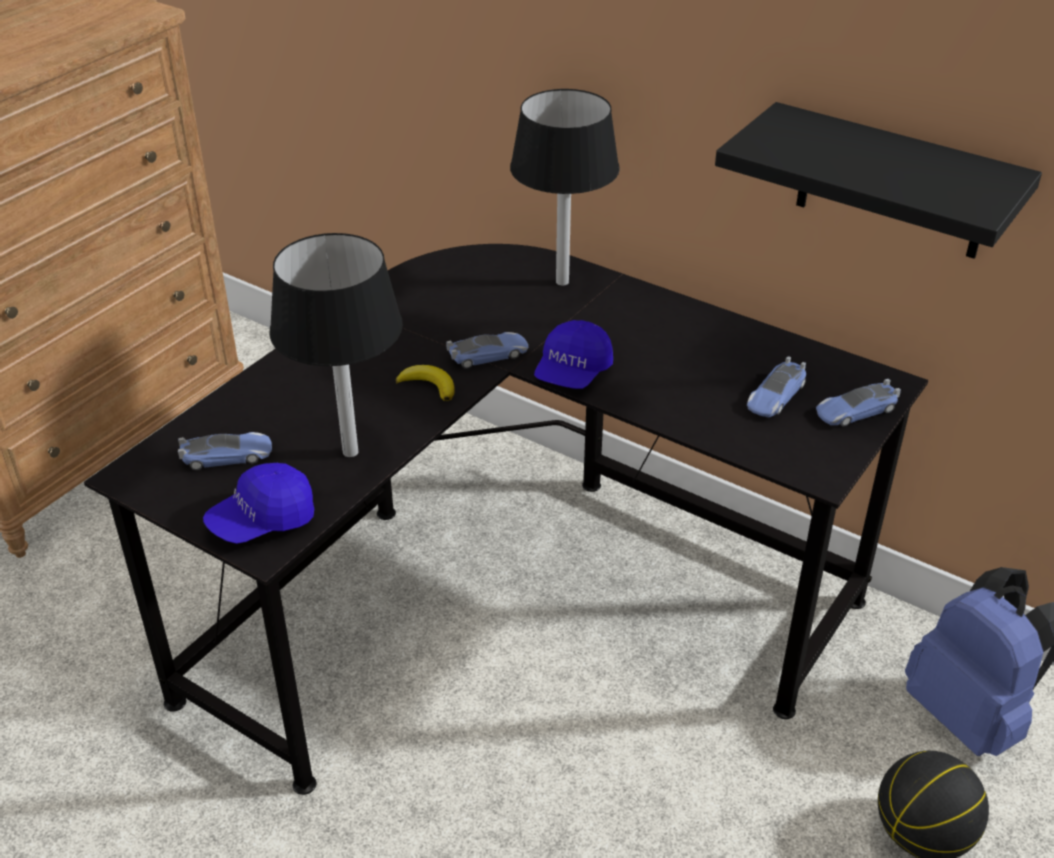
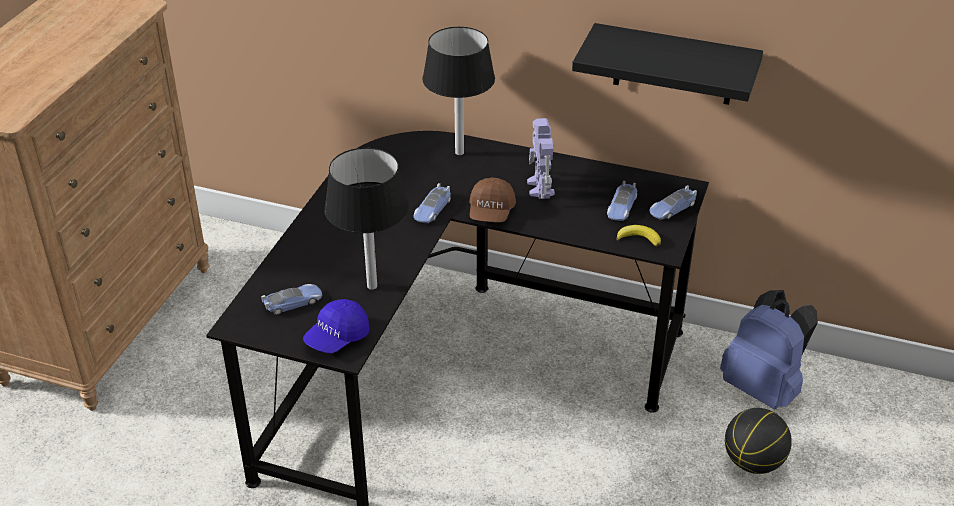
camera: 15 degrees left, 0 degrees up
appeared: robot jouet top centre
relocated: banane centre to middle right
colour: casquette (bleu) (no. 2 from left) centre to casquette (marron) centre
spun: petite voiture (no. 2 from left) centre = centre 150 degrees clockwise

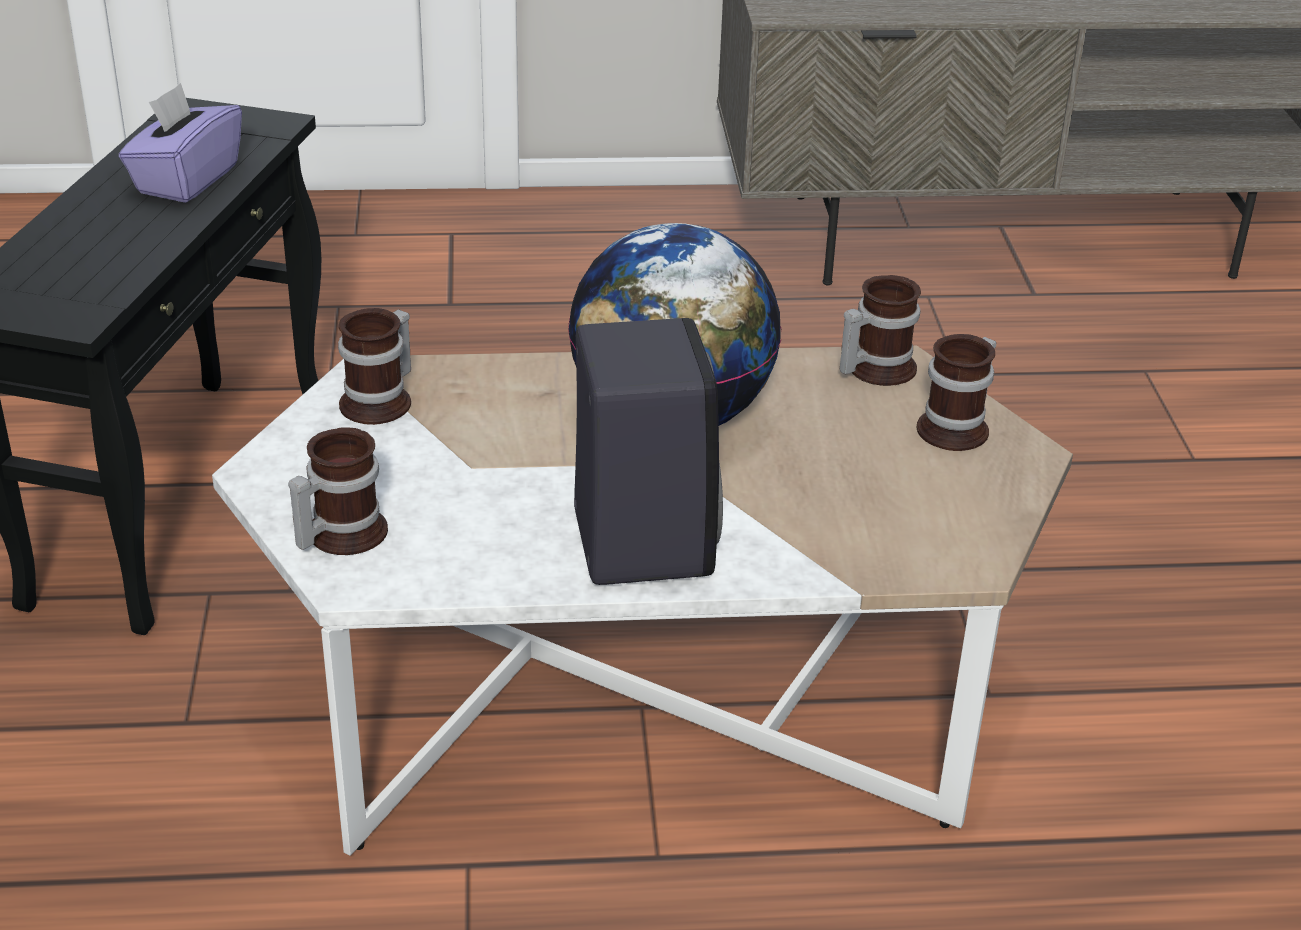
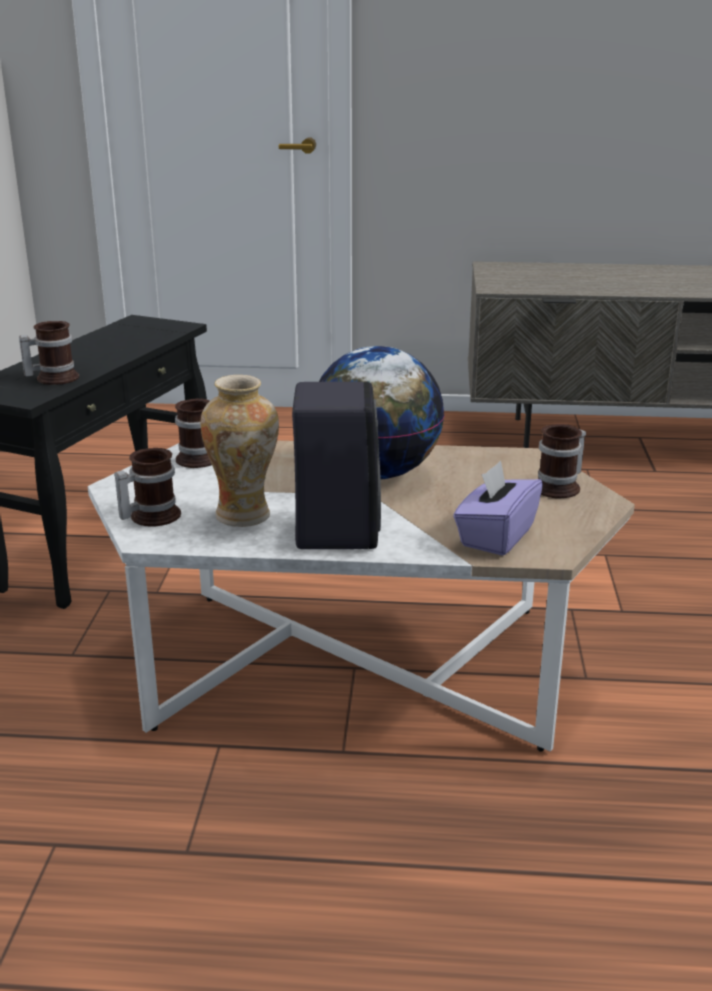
camera: 10 degrees right, 10 degrees down
appeared: vase centre
relocated: boîte à mouchoirs (violet) top left to middle right; mug (no. 3 from left in the first image) middle right to mug (no. 1 from left) middle left

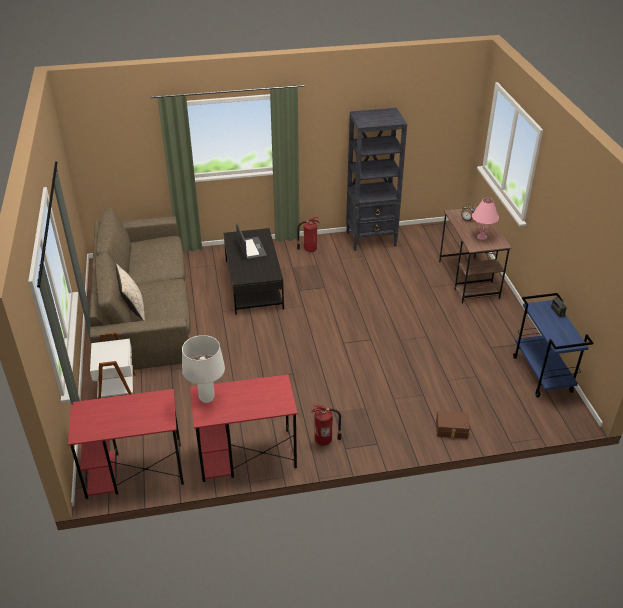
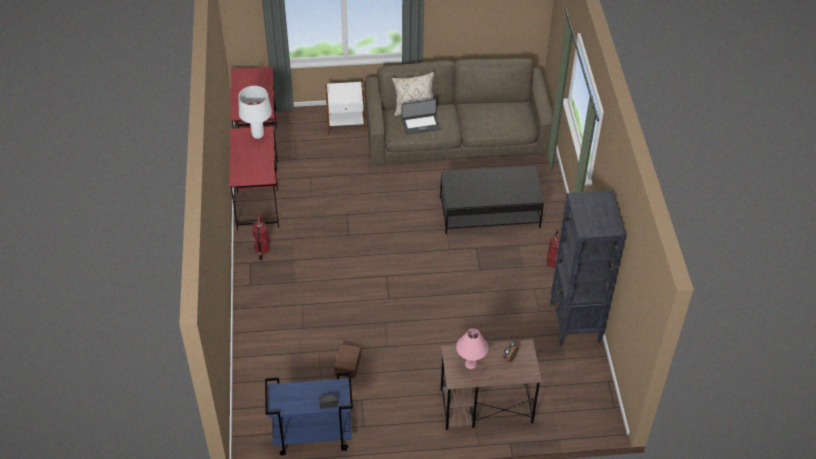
camera: 95 degrees right, 10 degrees up
relocated: ordinateur portable centre to top centre; boîte de rangement (marron) bottom right to bottom centre

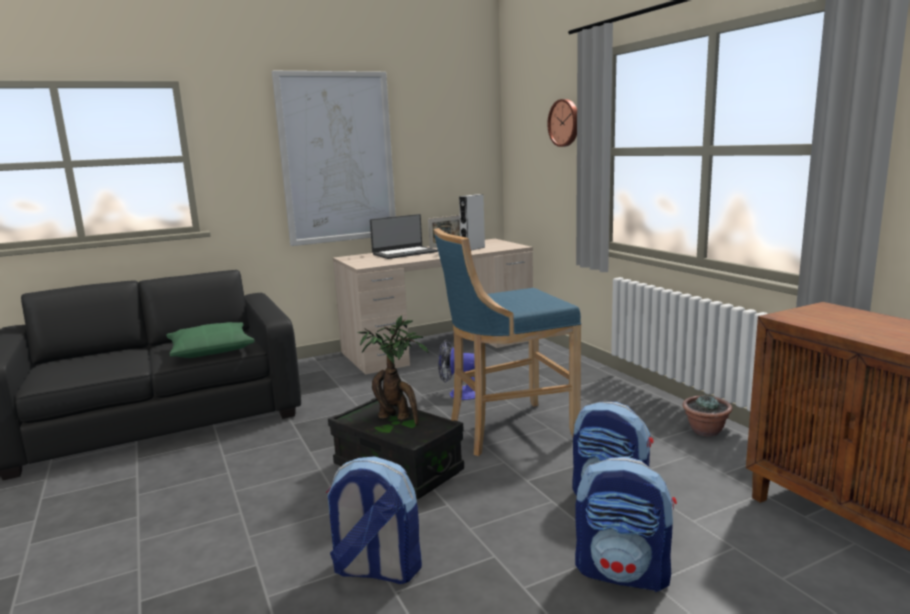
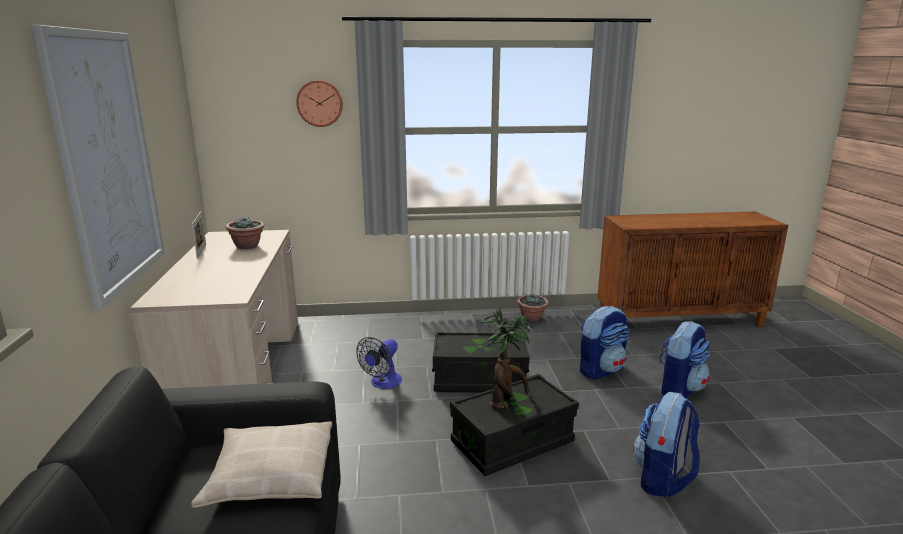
camera: 70 degrees left, 5 degrees up
missing: ordinateur portable centre
exchanged: tabouret (bleu) centre to boîte de rangement (noir) (no. 1 from left) bottom centre; enceinte (gris) centre to plante en pot (no. 1 from left) middle left
colour: coussin (vert) middle left to coussin (beige) bottom left

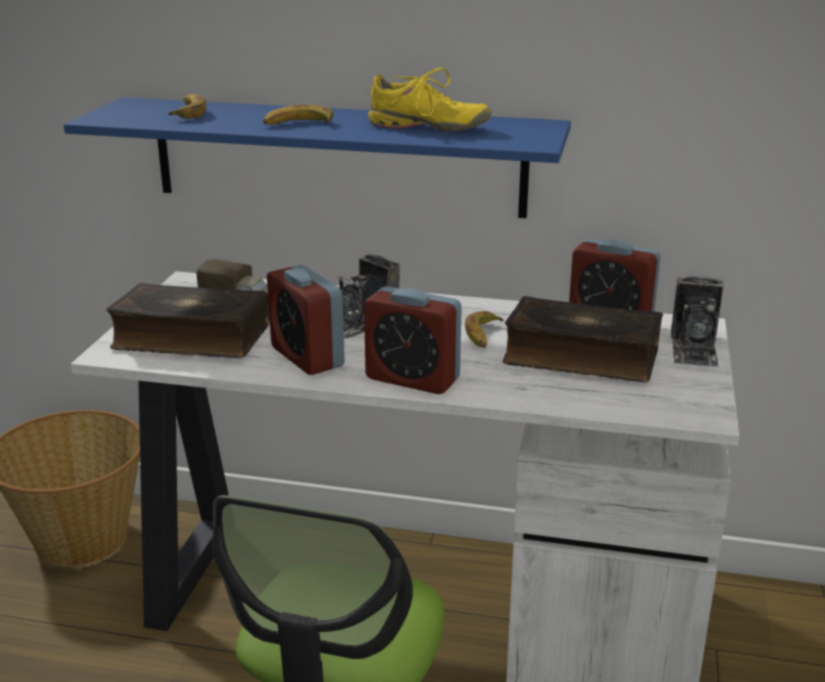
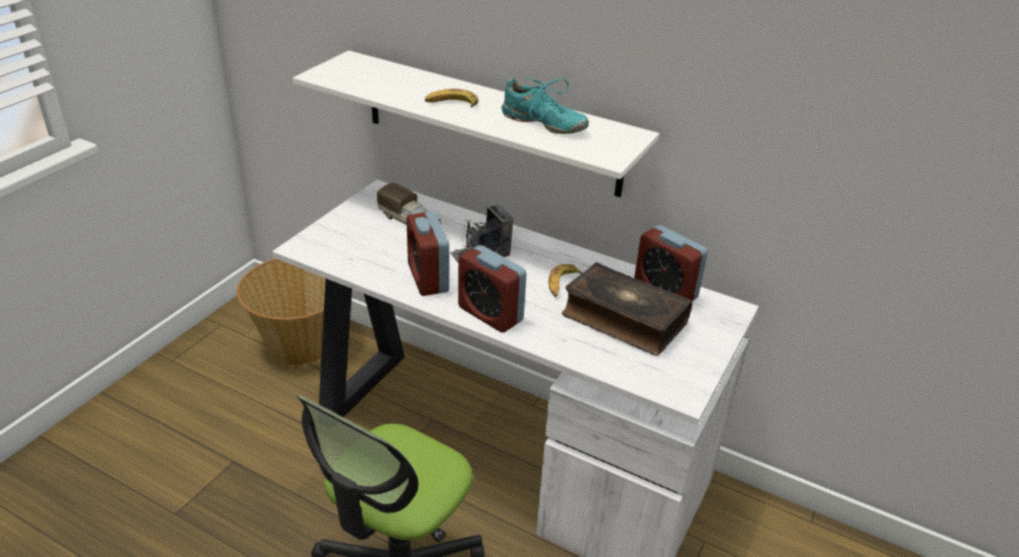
camera: 15 degrees right, 10 degrees up
missing: livre (no. 1 from left) middle left; banane (no. 1 from left) top left; appareil photo (no. 2 from left) middle right
colour: étagère (bleu) top centre to étagère (blanc) top centre; chaussure (jaune) top centre to chaussure (turquoise) top centre

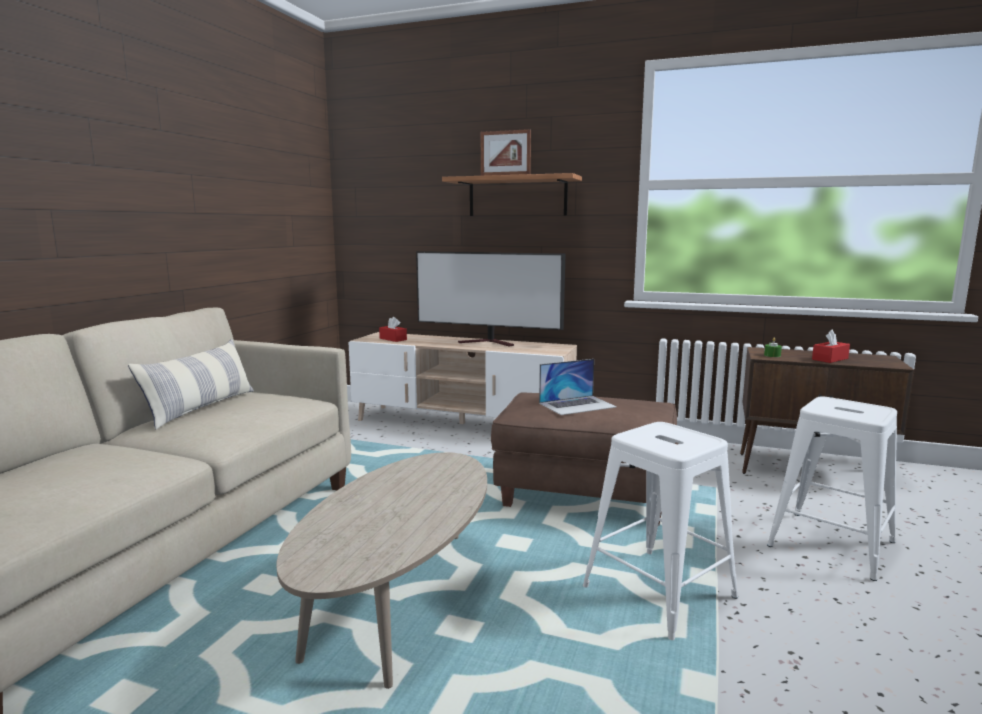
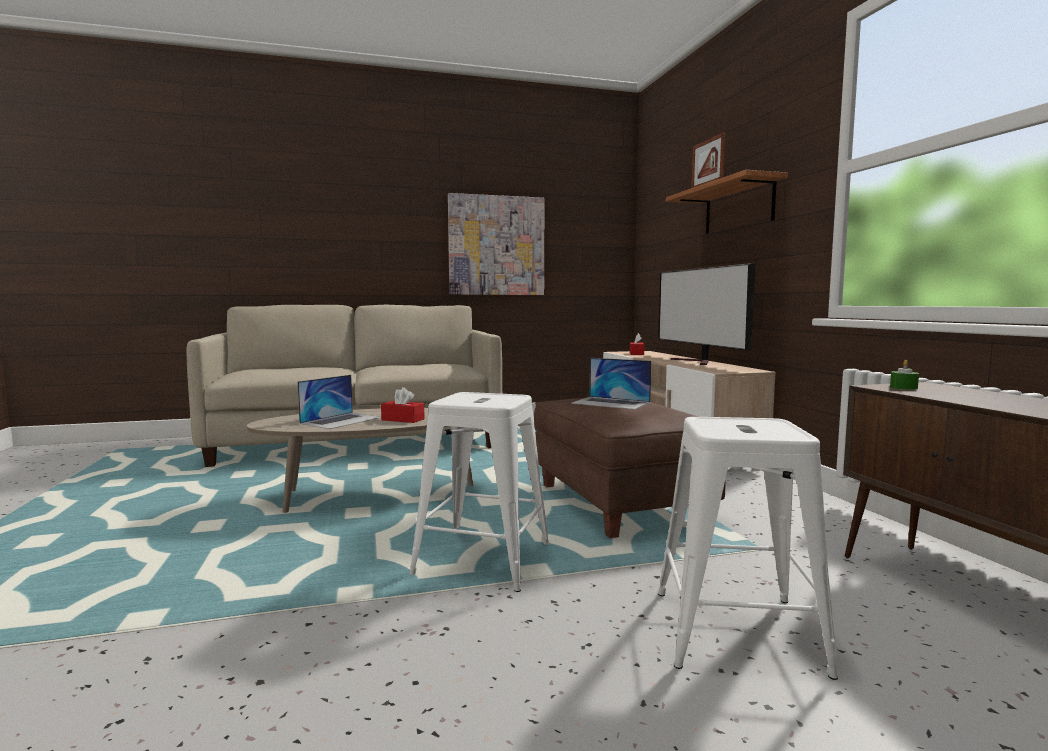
camera: 55 degrees right, 5 degrees down
missing: coussin middle left
appeared: ordinateur portable (no. 1 from left) middle left; tableau top centre
relocated: boîte à mouchoirs (rouge) (no. 2 from left in the first image) middle right to boîte à mouchoirs (rouge) (no. 1 from left) centre

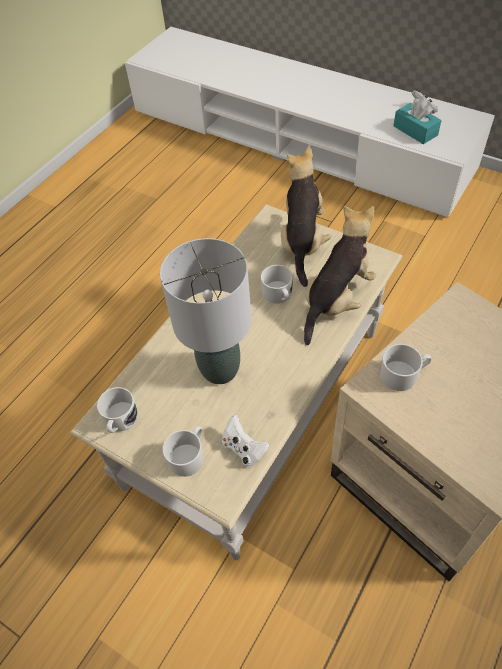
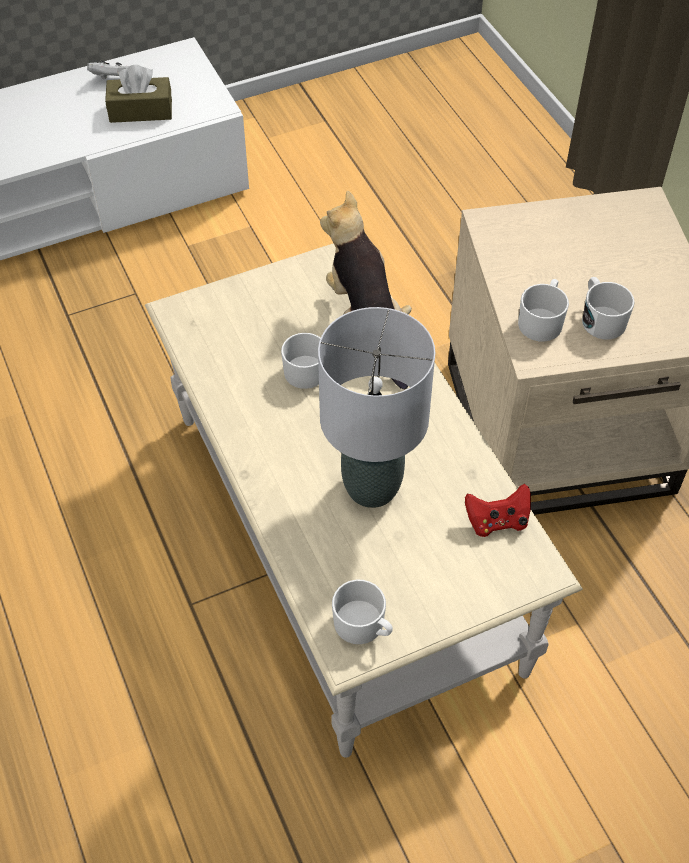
camera: 60 degrees left, 0 degrees up
missing: peluche (no. 1 from left) top centre
relocated: mug (blanc) (no. 2 from left in the first image) bottom centre to mug (blanc) (no. 4 from left) middle right
colour: manette (blanc) (no. 1 from left) centre to manette (rouge) middle right; boîte à mouchoirs (turquoise) top right to boîte à mouchoirs (marron) top left

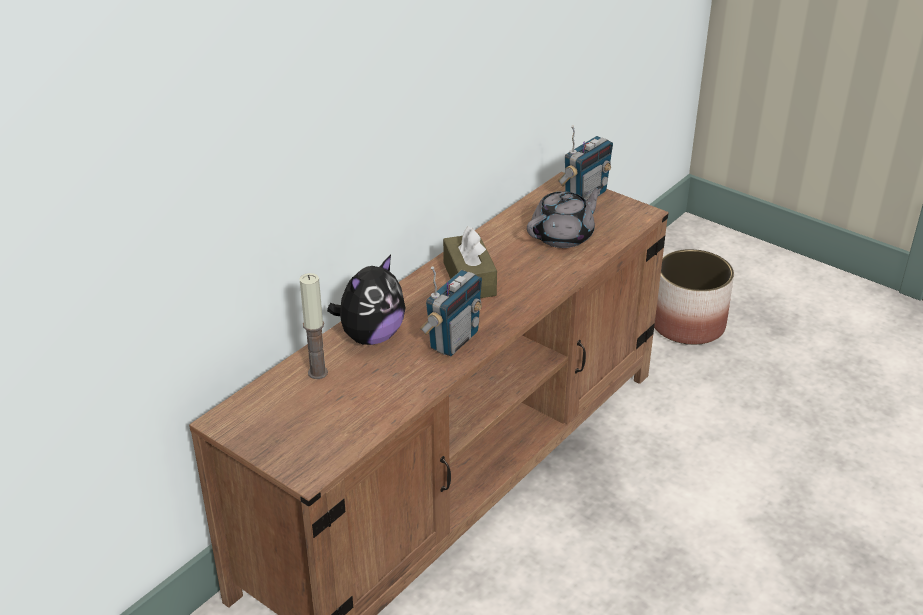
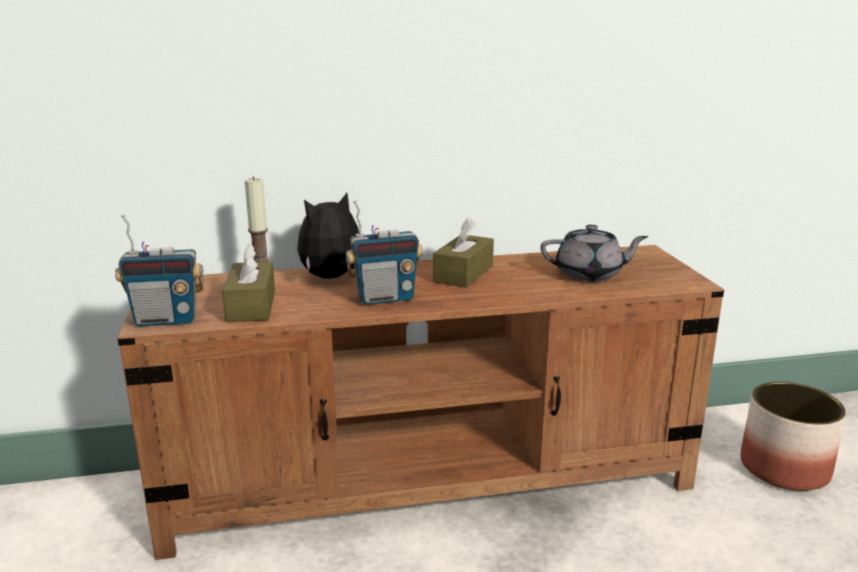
camera: 40 degrees right, 15 degrees down
appeared: boîte à mouchoirs (marron) (no. 1 from left) middle left
relocated: radio (no. 2 from left in the first image) top centre to radio (no. 1 from left) middle left
spun: peluche centre = centre 150 degrees clockwise

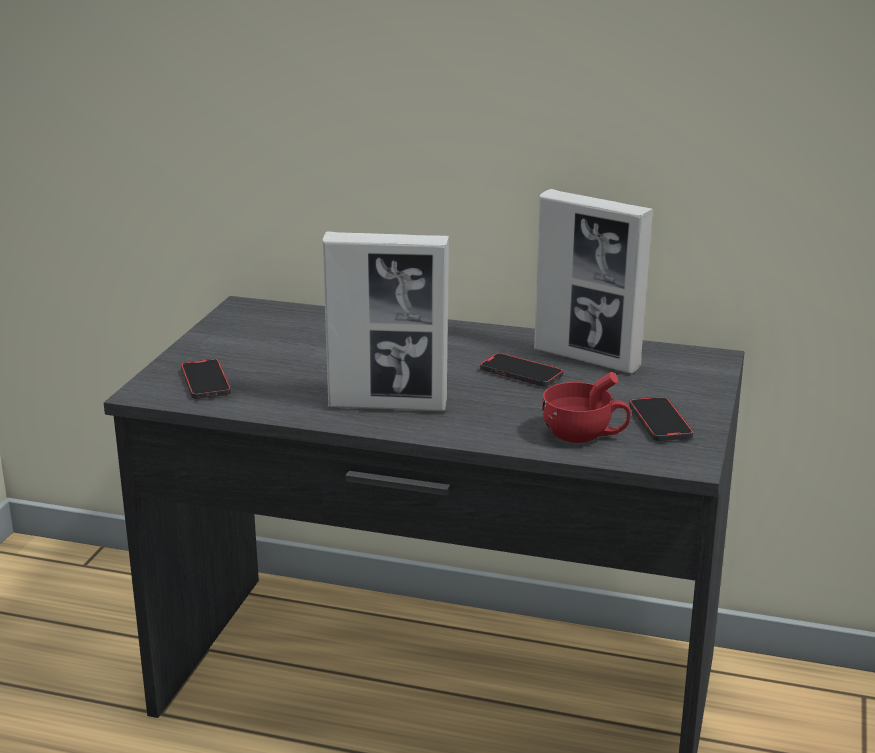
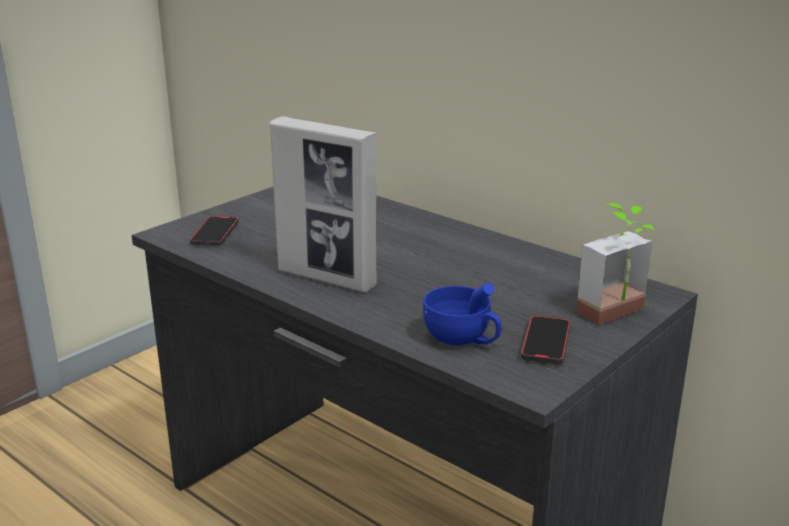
camera: 25 degrees right, 0 degrees up
missing: téléphone (no. 2 from left) centre; cadre photo (no. 2 from left) middle right
appeared: plante en pot middle right
colour: tasse (rouge) middle right to tasse (bleu) centre

